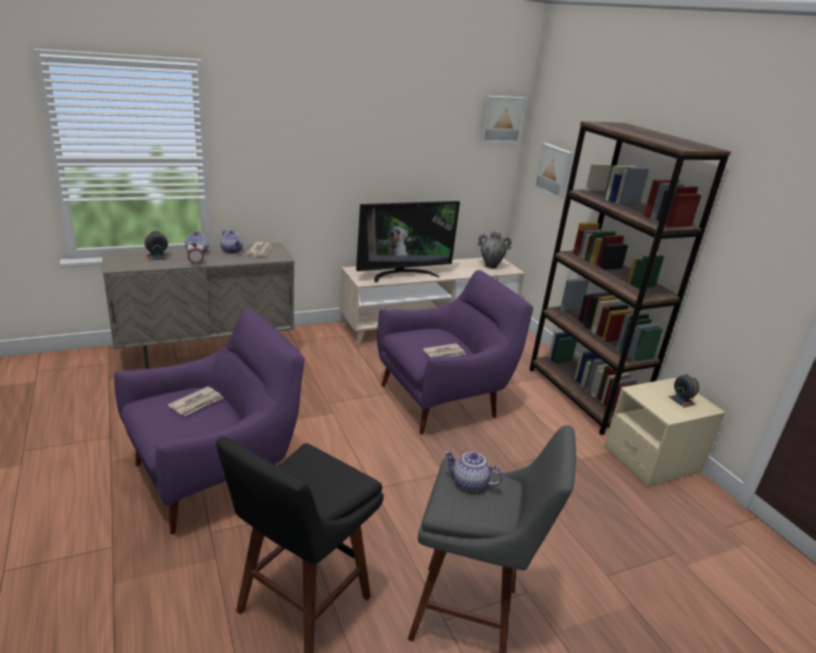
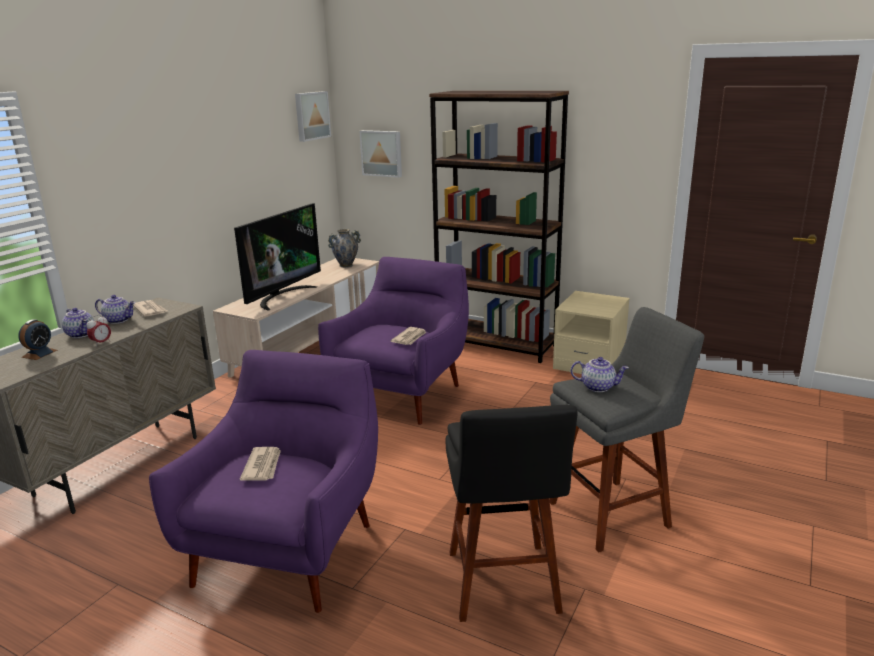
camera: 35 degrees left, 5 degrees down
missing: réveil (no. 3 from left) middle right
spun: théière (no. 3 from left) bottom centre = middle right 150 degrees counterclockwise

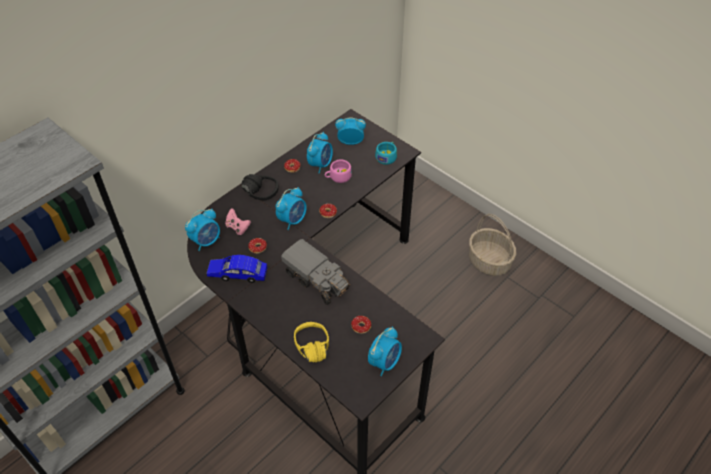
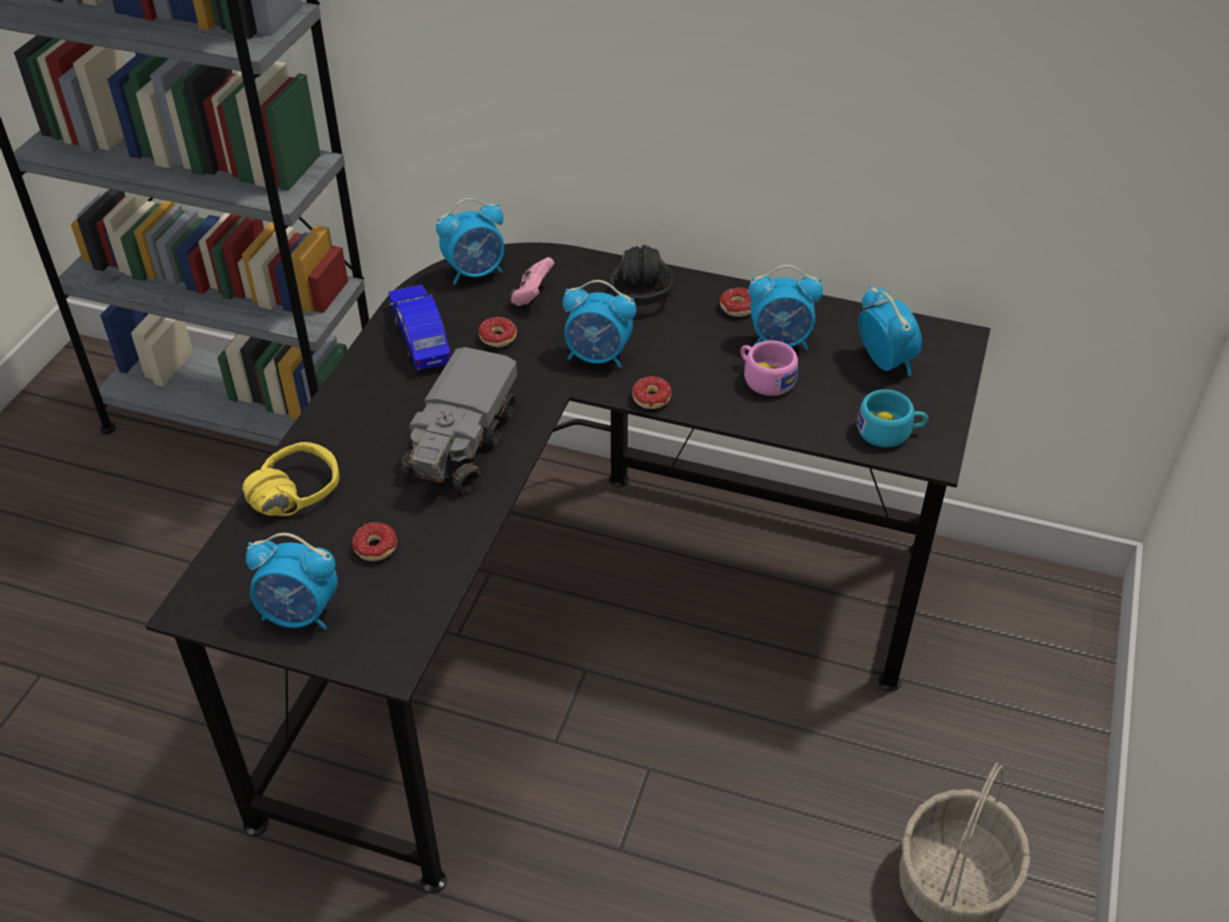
camera: 65 degrees right, 5 degrees down
spun: réveil (no. 1 from left in the first image) middle left = top centre 45 degrees counterclockwise

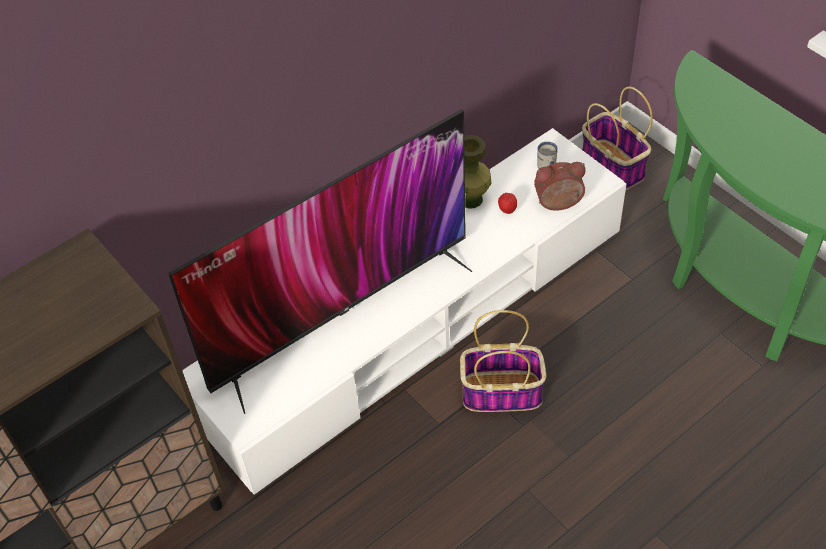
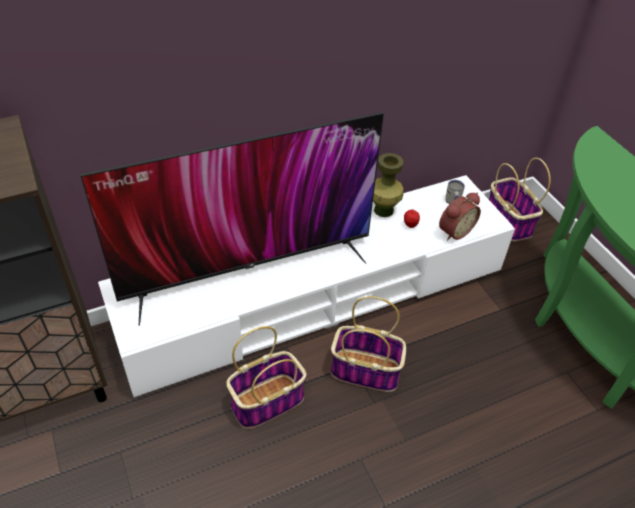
camera: 10 degrees right, 5 degrees down
appeared: panier (no. 1 from left) bottom centre
spun: réveil middle right = middle right 135 degrees clockwise

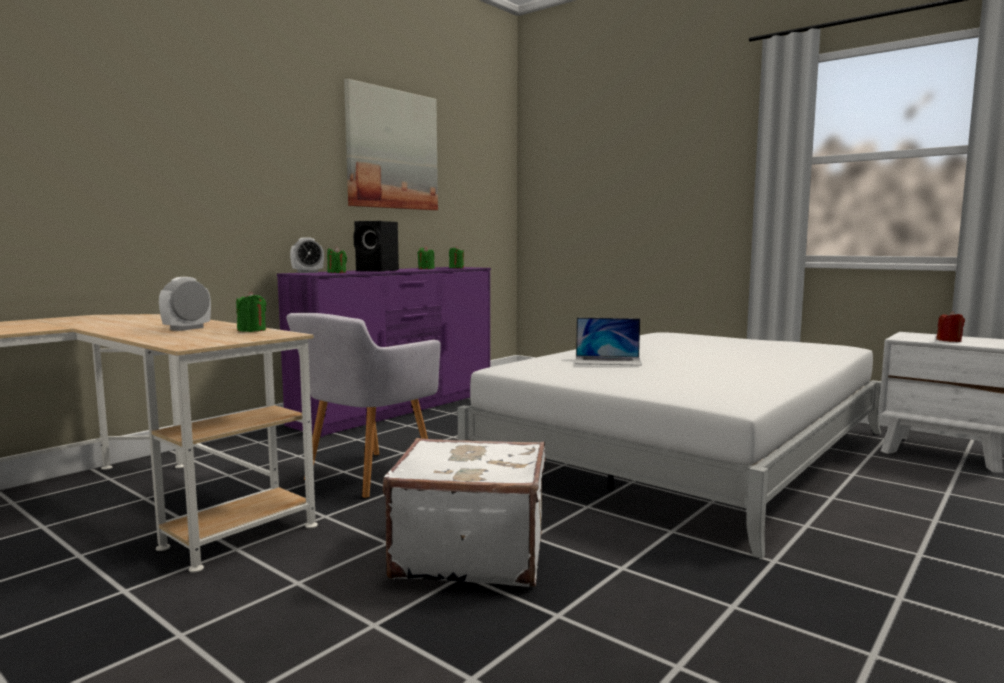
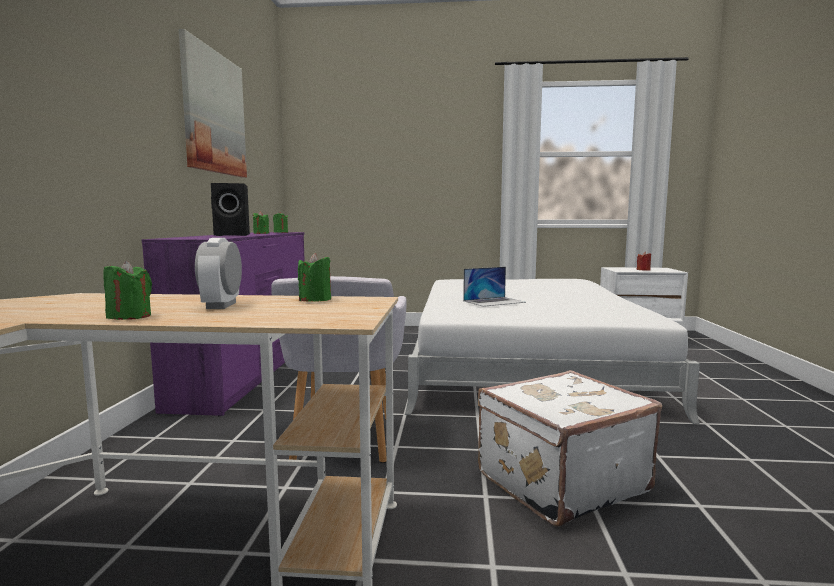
camera: 35 degrees left, 0 degrees up
missing: réveil (no. 2 from left) middle left
relocated: bougie (vert) (no. 2 from left in the first image) centre to bougie (vert) (no. 1 from left) middle left

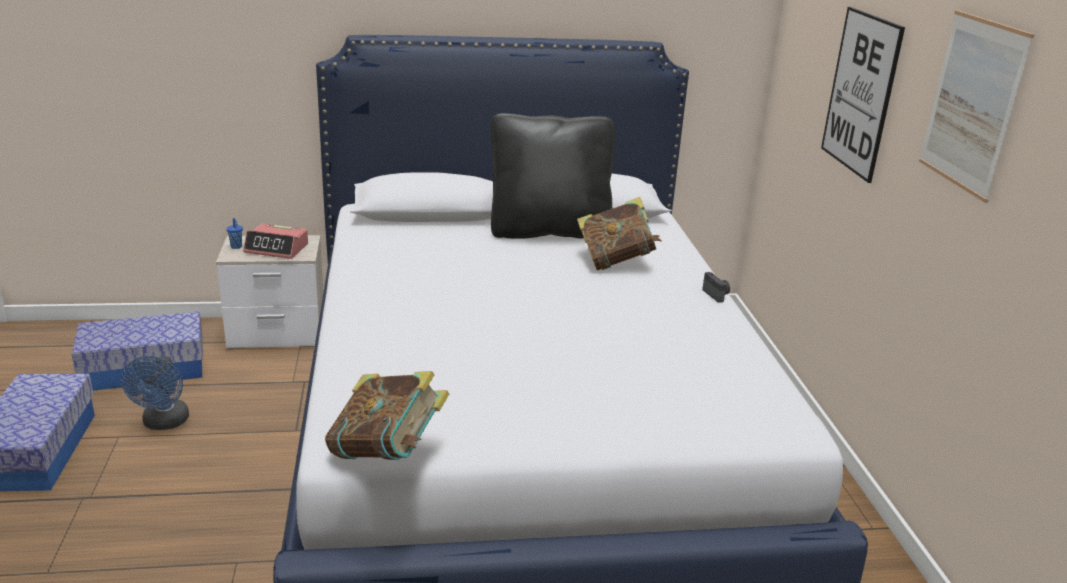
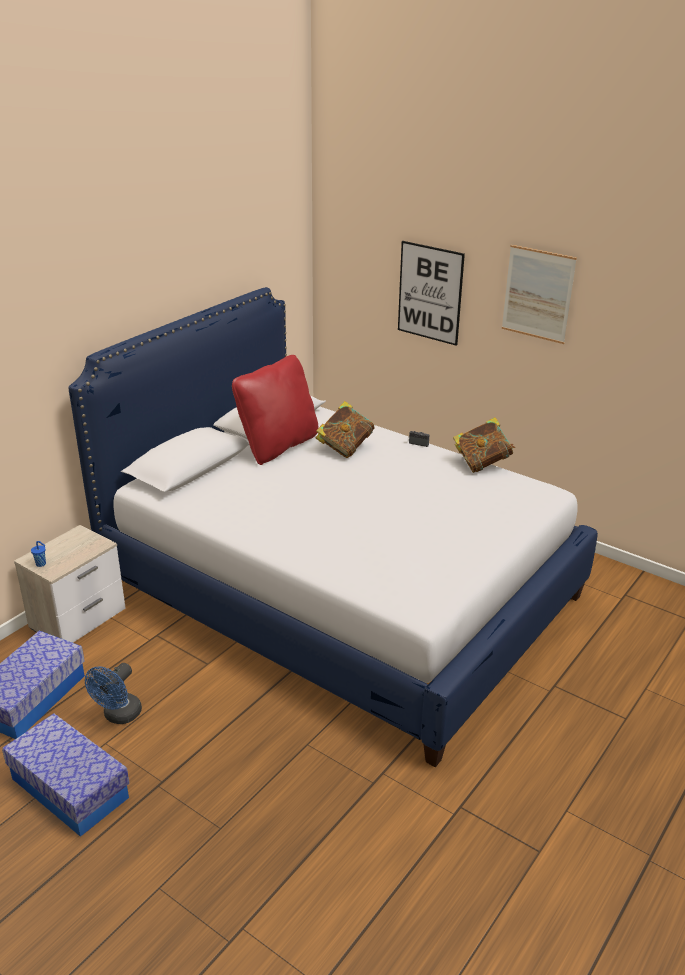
camera: 45 degrees left, 5 degrees up
missing: réveil middle left
relocated: livre (no. 1 from left in the first image) bottom centre to livre (no. 2 from left) middle right
colour: coussin (noir) top centre to coussin (rouge) centre
spun: ventilateur (bleu) bottom left = bottom left 75 degrees clockwise

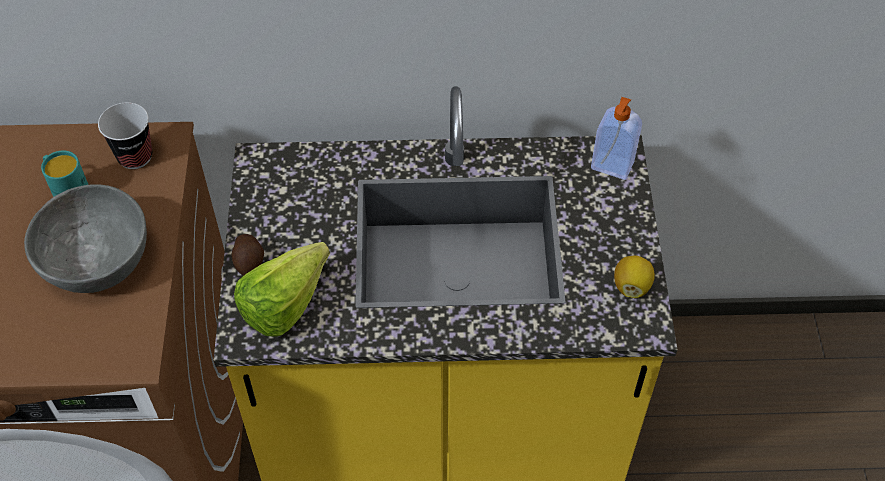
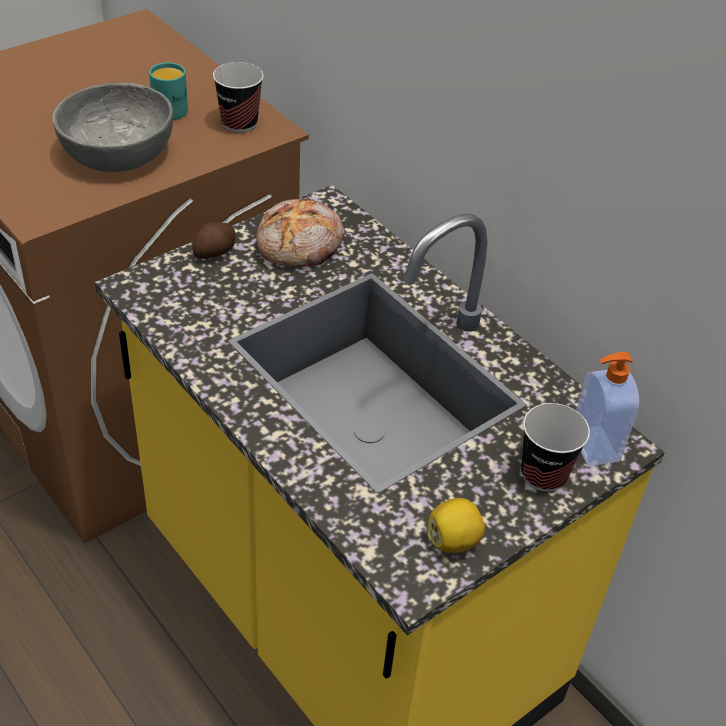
camera: 50 degrees right, 10 degrees down
missing: laitue middle left
appeared: pain top centre; tasse (no. 2 from left) middle right

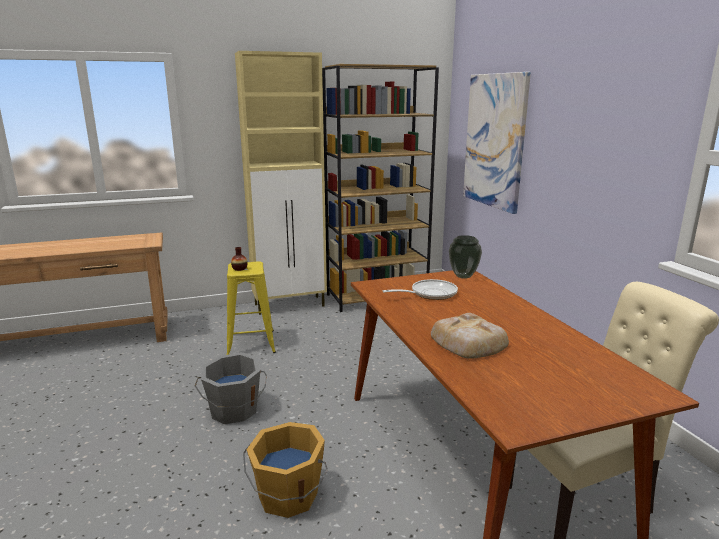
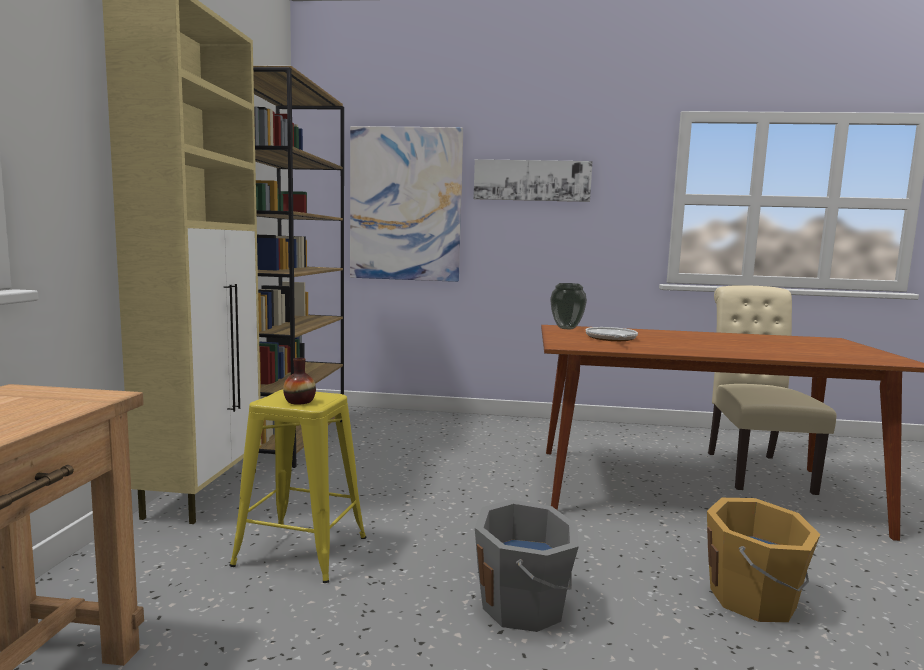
camera: 65 degrees left, 10 degrees down
missing: pain centre
appeared: tableau (no. 2 from left) top centre

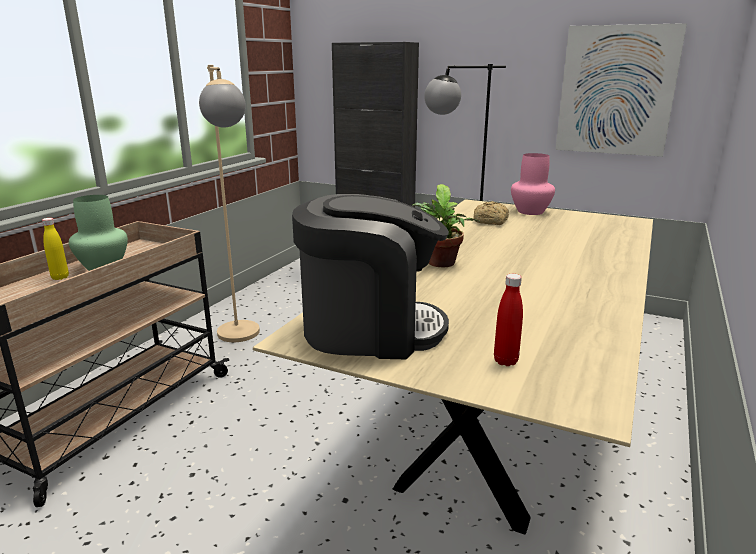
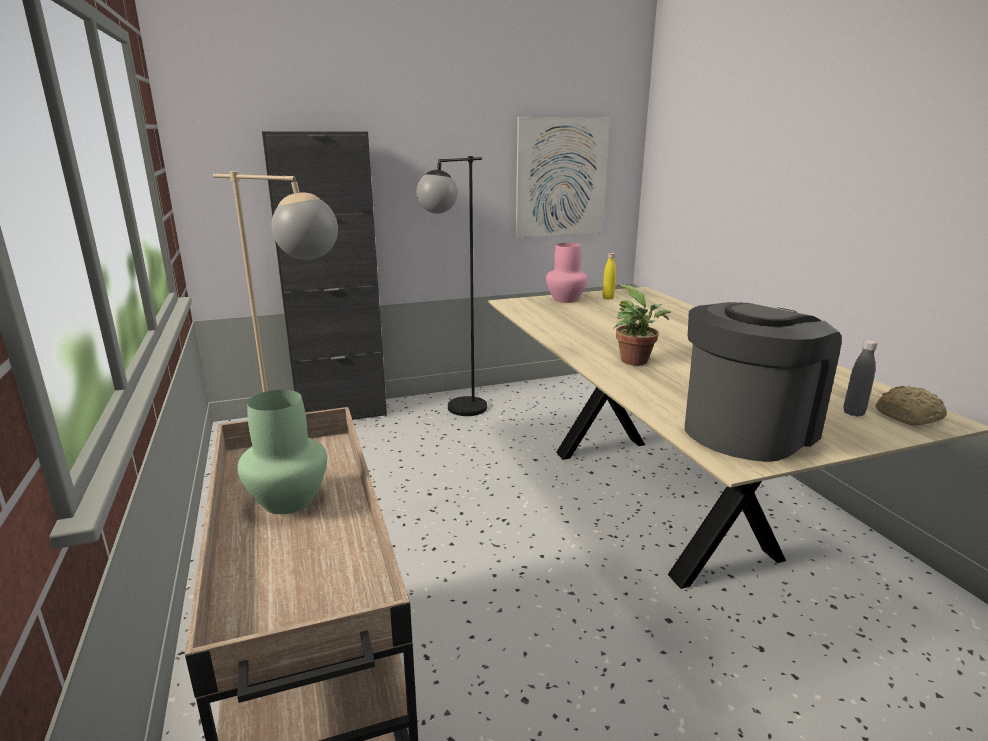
camera: 45 degrees left, 0 degrees up
relocated: bouteille (jaune) middle left to centre; pain centre to middle right
colour: bouteille (rouge) middle right to bouteille (gris) middle right

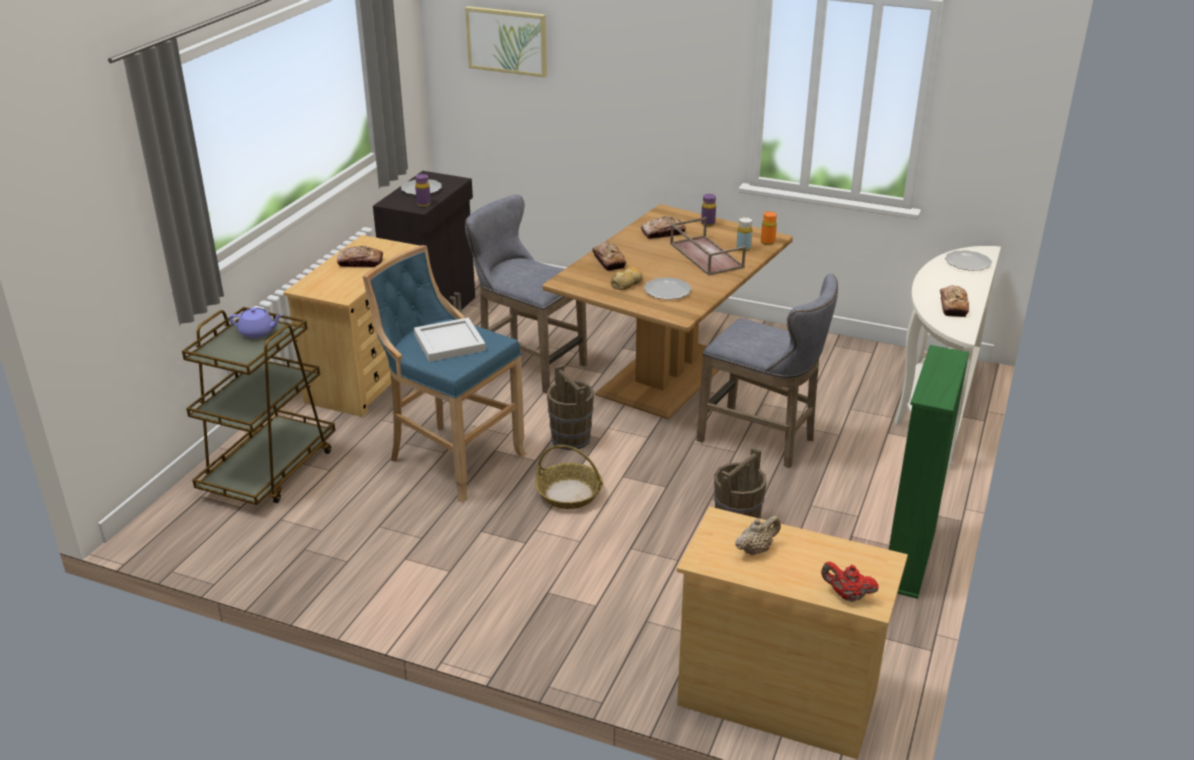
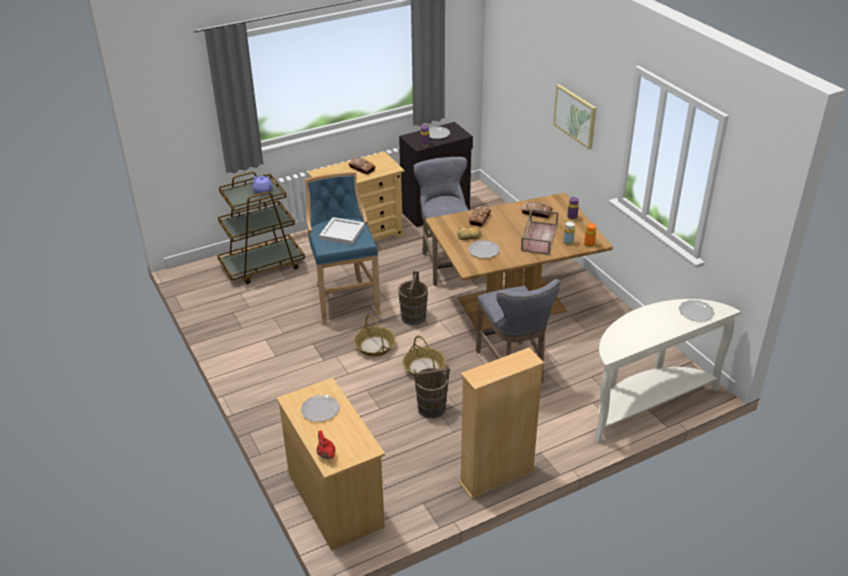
camera: 40 degrees right, 5 degrees up
missing: pain (no. 5 from left) middle right
appeared: panier (no. 2 from left) centre
relocated: tableau top centre to top right
exchanged: théière (beige) bottom centre to assiette (no. 1 from left) bottom centre
colour: bibliothèque (vert) middle right to bibliothèque (beige) bottom centre

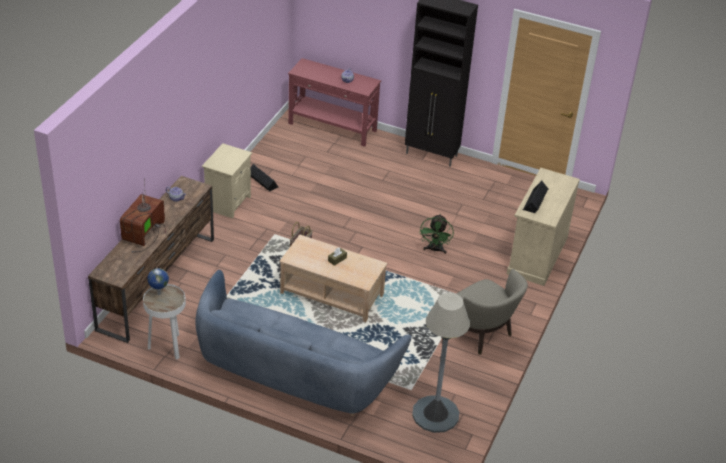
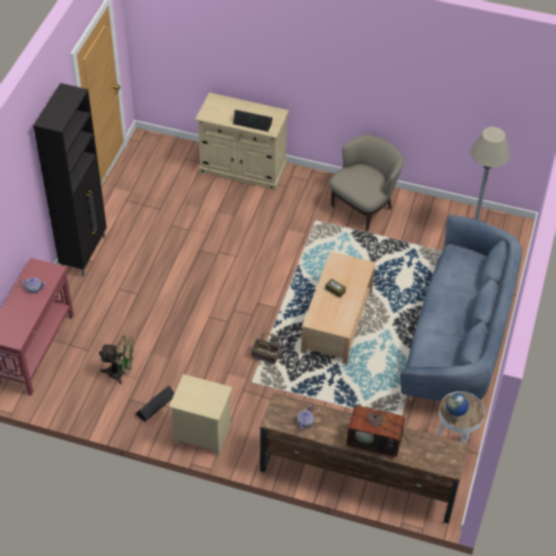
camera: 95 degrees left, 10 degrees up
relocated: ventilateur (vert) centre to middle left

